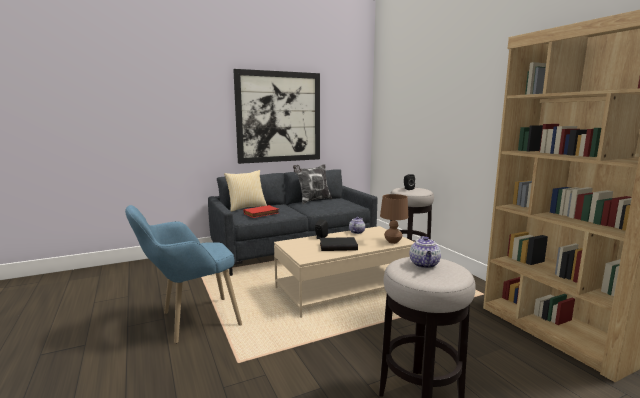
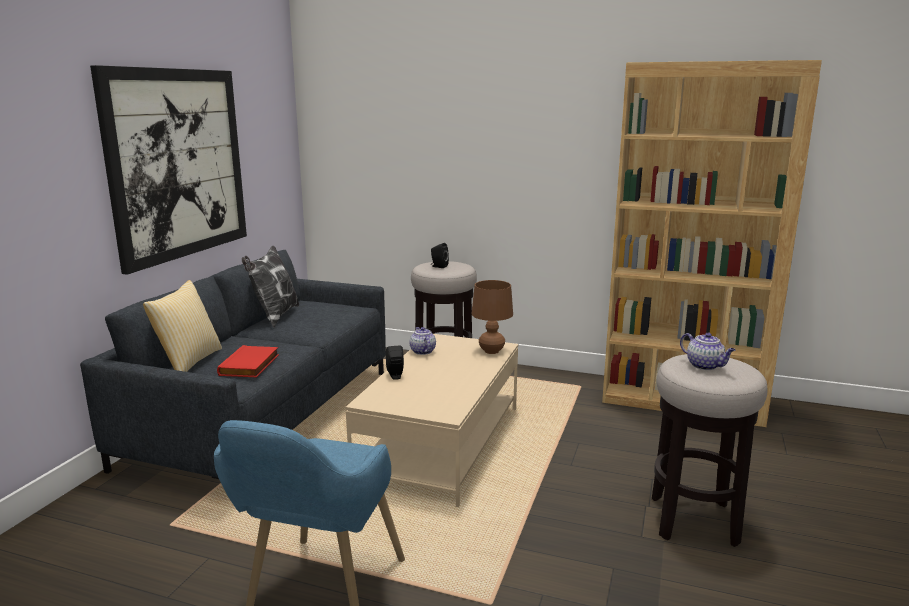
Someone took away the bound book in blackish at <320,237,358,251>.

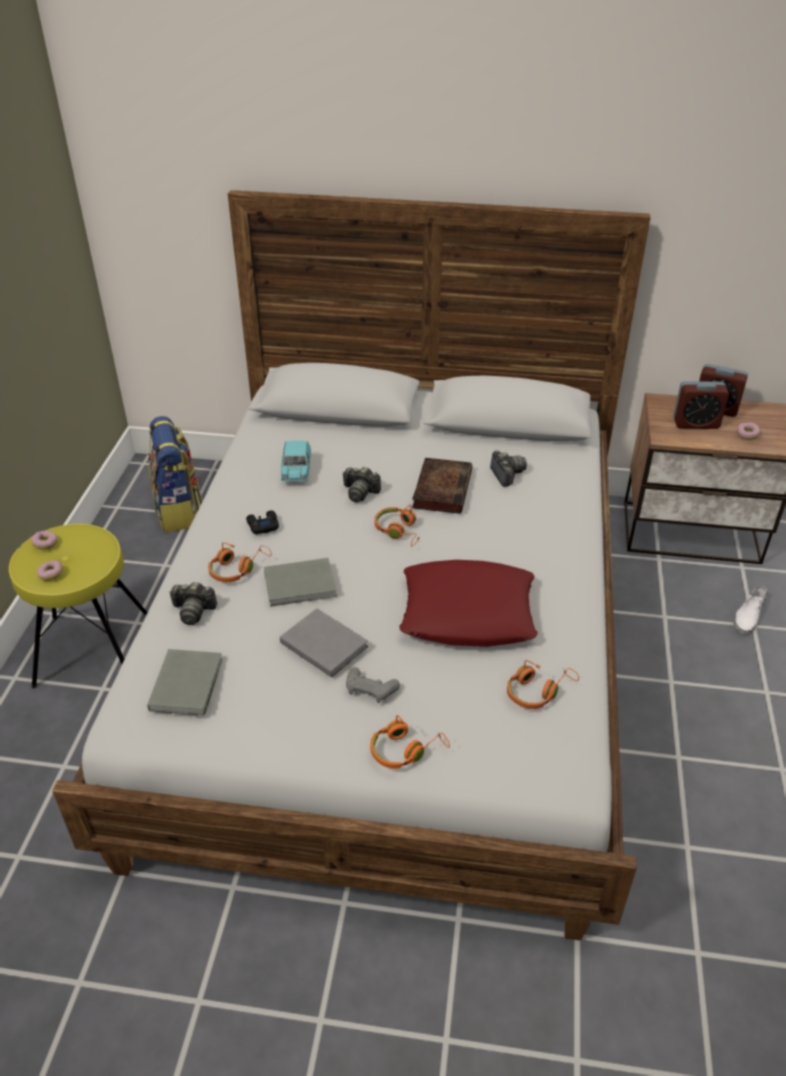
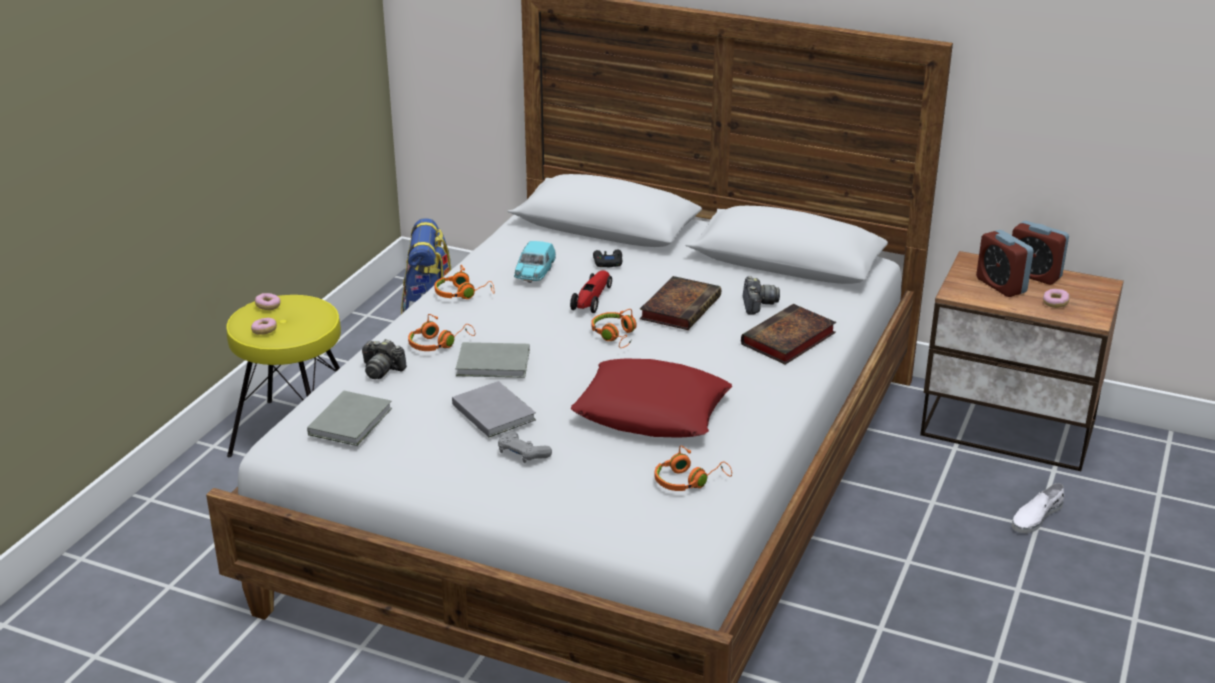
Someone put down the bound book at <741,304,836,365>.
Someone carried the gamepad in blackish from <246,510,279,534> to <593,250,622,267>.
Someone carried the headset in orange-coloured from <370,715,450,768> to <434,265,494,299>.
Someone swapped the photo camera at <343,467,381,502> for the toy car at <570,270,612,313>.
Someone rotated the bedside clock at <673,381,729,429> by 45 degrees clockwise.

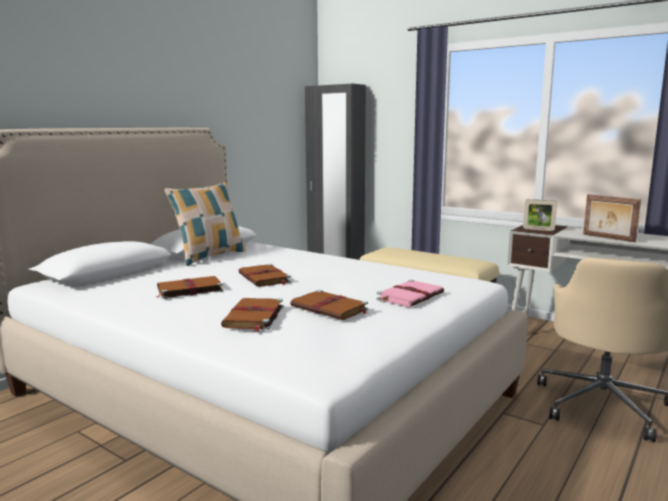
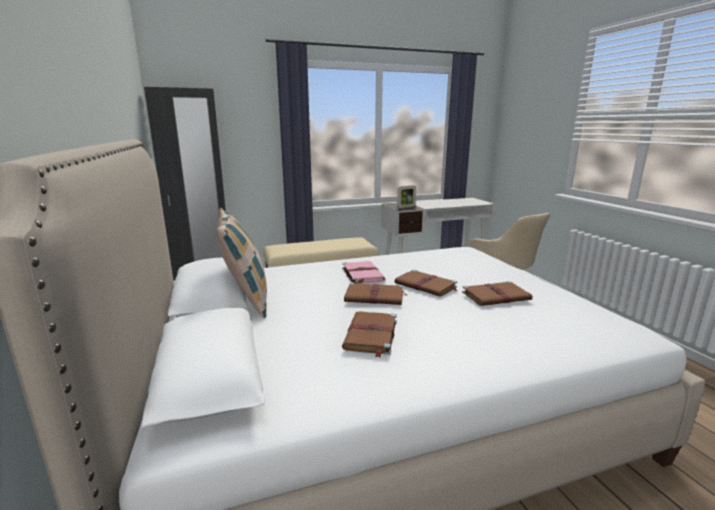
Someone took away the standing frame at <583,194,641,242>.
Someone carried the bound book in brown from <221,298,283,332> to <394,270,457,297>.
Someone carried the bound book in pink-coloured from <376,280,444,307> to <342,261,385,284>.

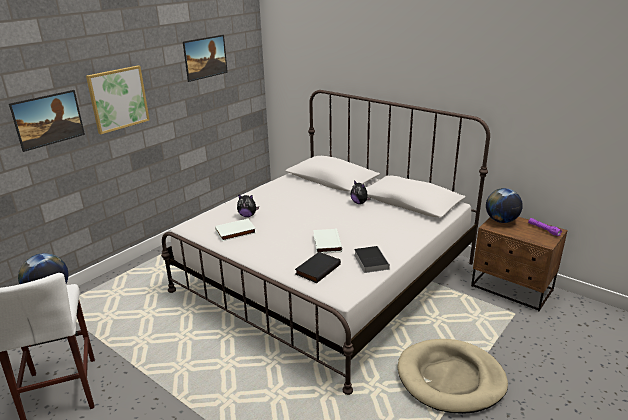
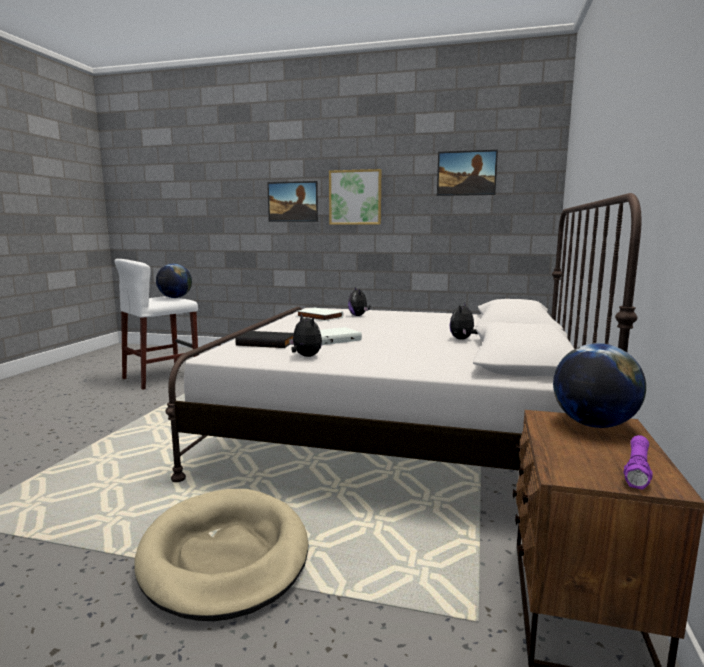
Someone swapped the bound book at <354,246,389,273> for the soft toy at <289,313,322,357>.

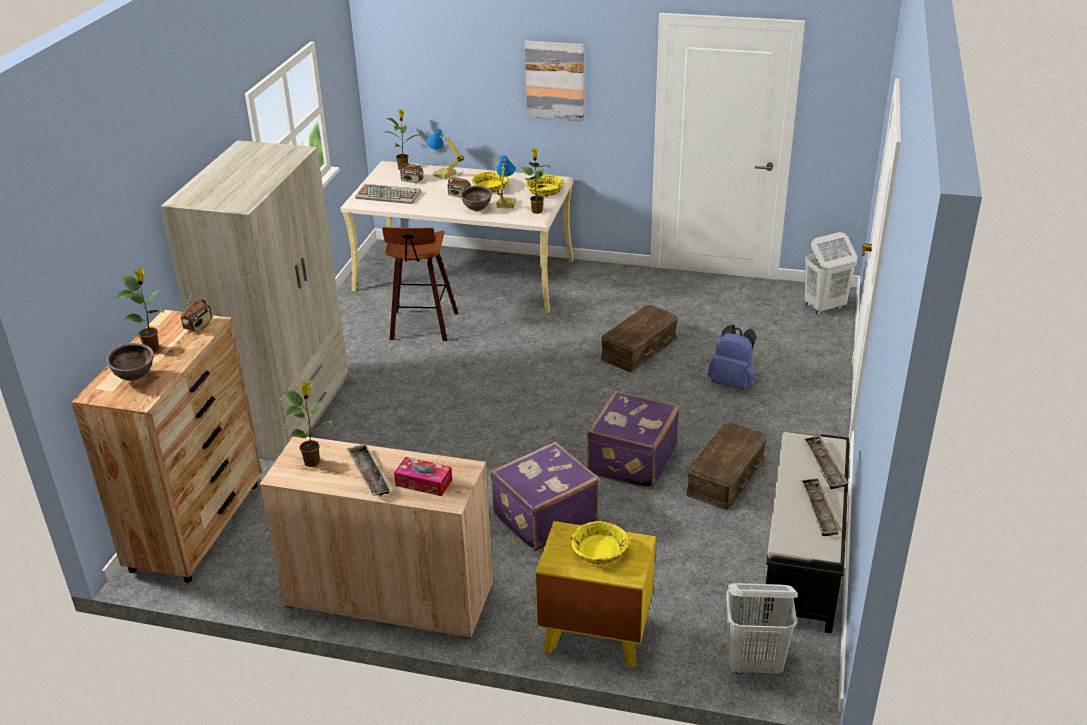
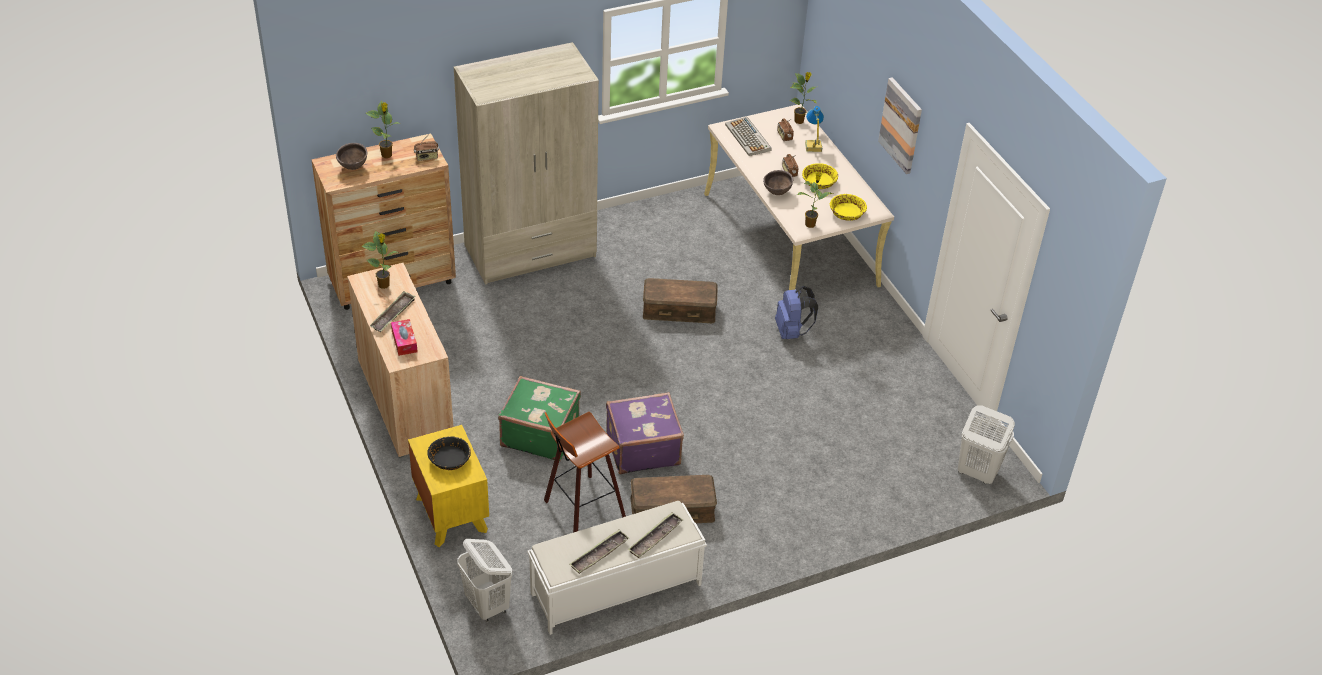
Someone took away the tabletop lamp at <496,155,516,209>.
Someone carried the stool from <382,227,458,341> to <544,412,626,533>.
Someone carried the storage container in brown from <601,305,678,372> to <643,278,718,323>.
Someone carried the knapsack in blue-coloured from <708,325,757,390> to <775,286,818,339>.
Someone repainted the suitcase in purple at <490,441,599,552>, which became the suitcase in green-coloured at <498,376,581,461>.
Someone repainted the bowl in yellow-coloured at <571,521,629,564>, which became the bowl in blackish at <427,436,471,470>.
Someone repainted the indoor bench in blackish at <763,432,850,633>, which became the indoor bench in white at <527,501,707,635>.

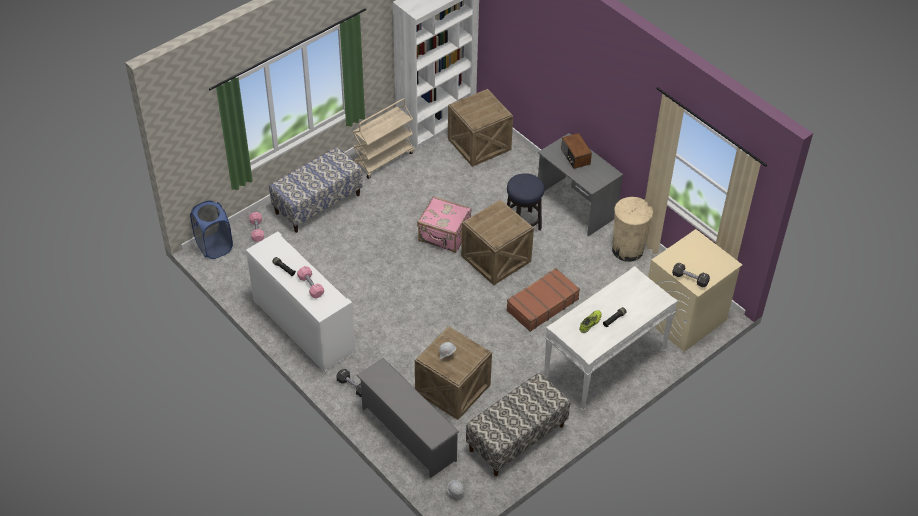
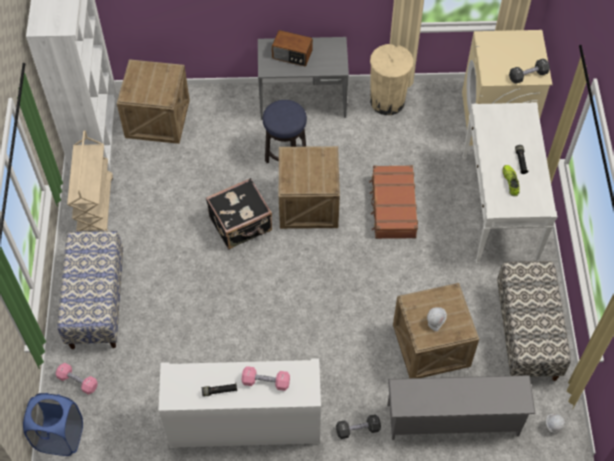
Someone repainted the suitcase in pink-coloured at <417,196,471,253>, which became the suitcase in blackish at <206,178,272,249>.

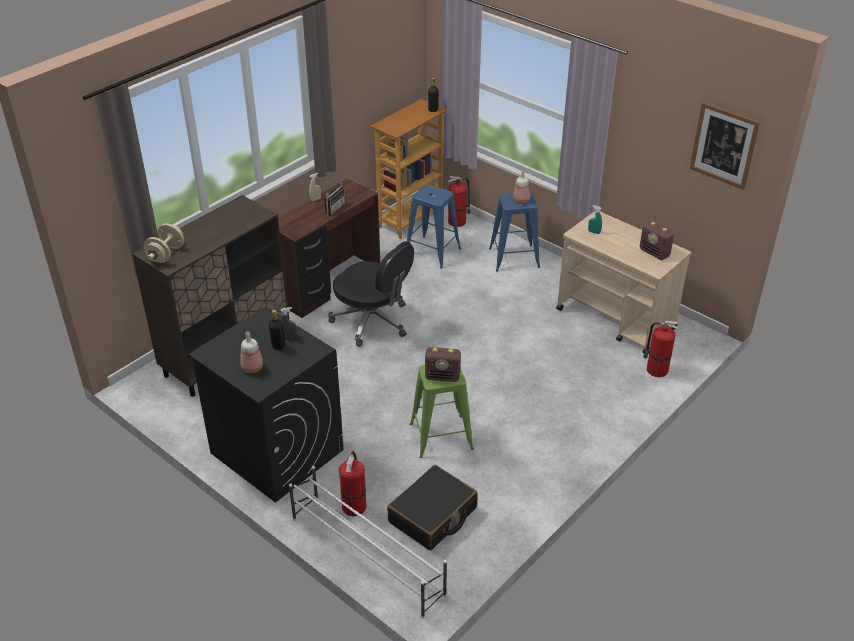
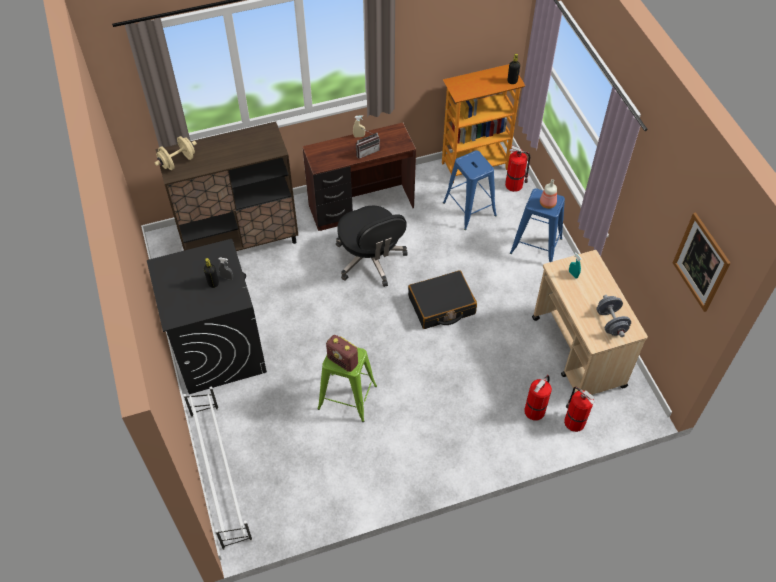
Someone took away the bottle at <240,331,263,373>.
Someone carried the fire-fighting cylinder from <339,451,367,516> to <524,375,552,421>.
Someone carried the suitcase in blackish from <387,465,478,550> to <408,270,477,329>.
Someone swapped the radio at <640,221,674,260> for the free weight in gray at <596,295,631,337>.

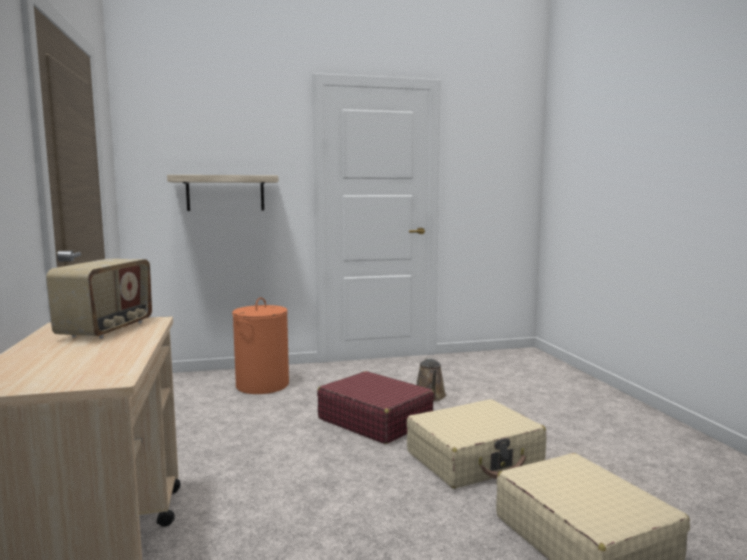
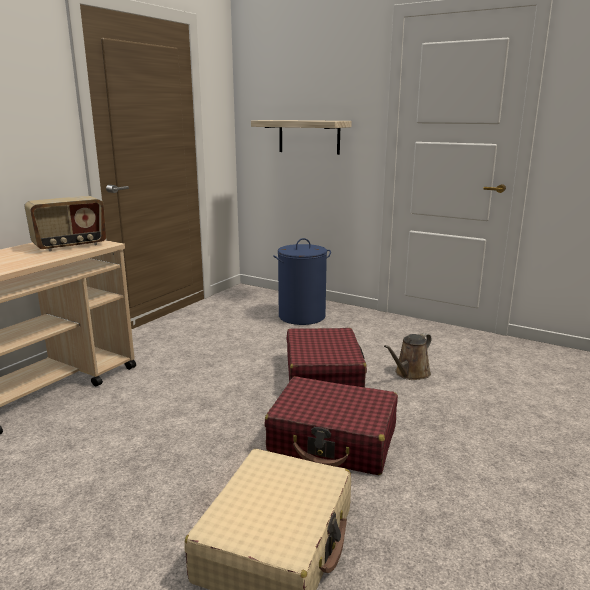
Someone repainted the laundry basket in orange-coloured at <232,297,289,394>, which became the laundry basket in blue-coloured at <273,238,331,325>.
Someone repainted the suitcase in sand-coloured at <406,399,546,489>, which became the suitcase in red-coloured at <264,376,398,475>.

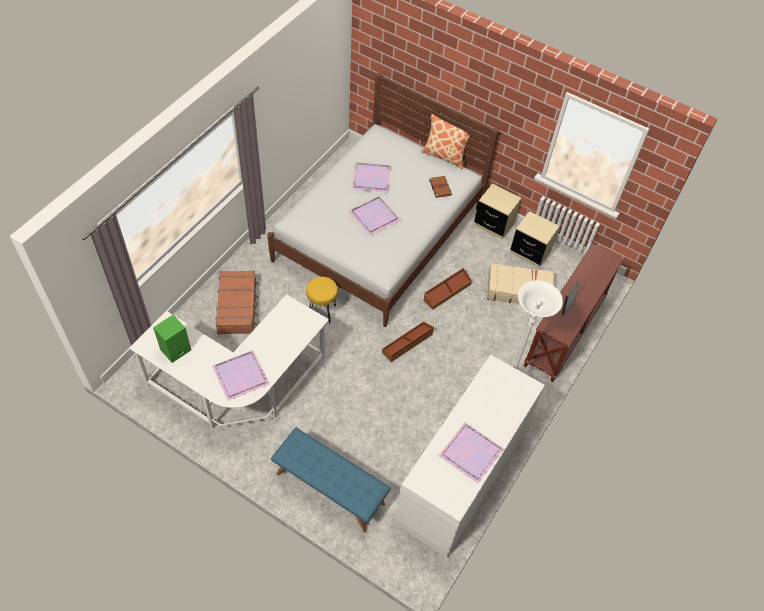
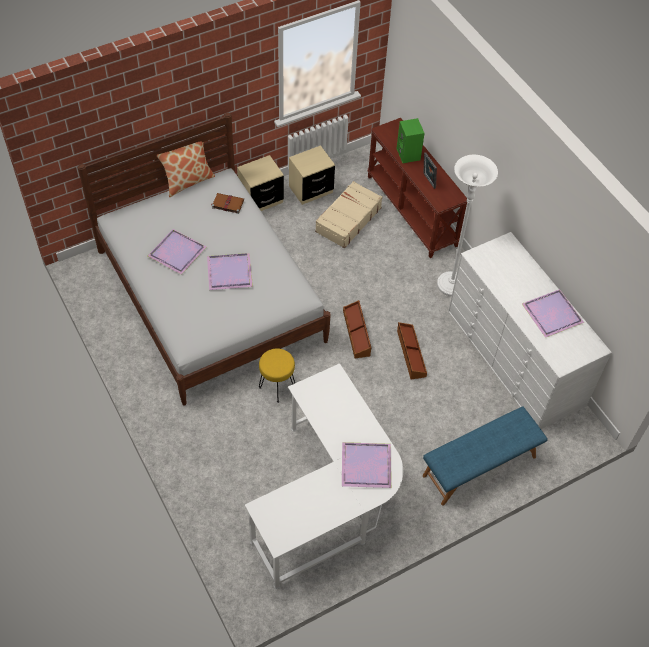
Someone took away the suitcase in brown at <216,271,259,334>.
Someone carried the speaker in green-coloured from <153,315,191,363> to <396,118,425,163>.
Someone carried the storage container in brown from <423,268,472,310> to <397,322,427,379>.

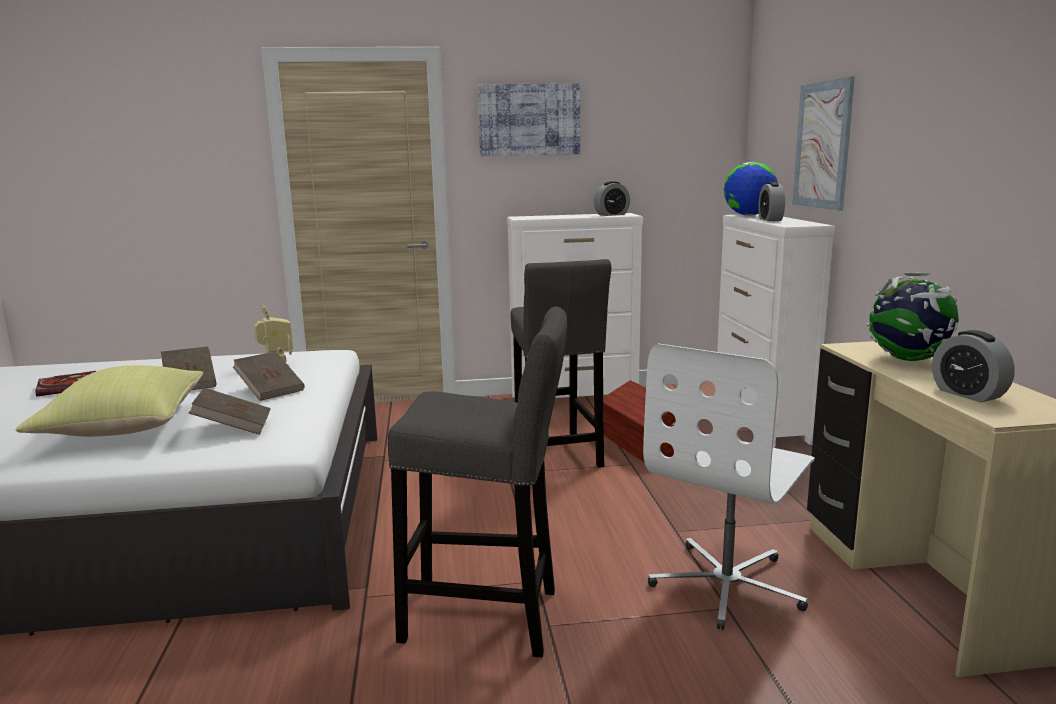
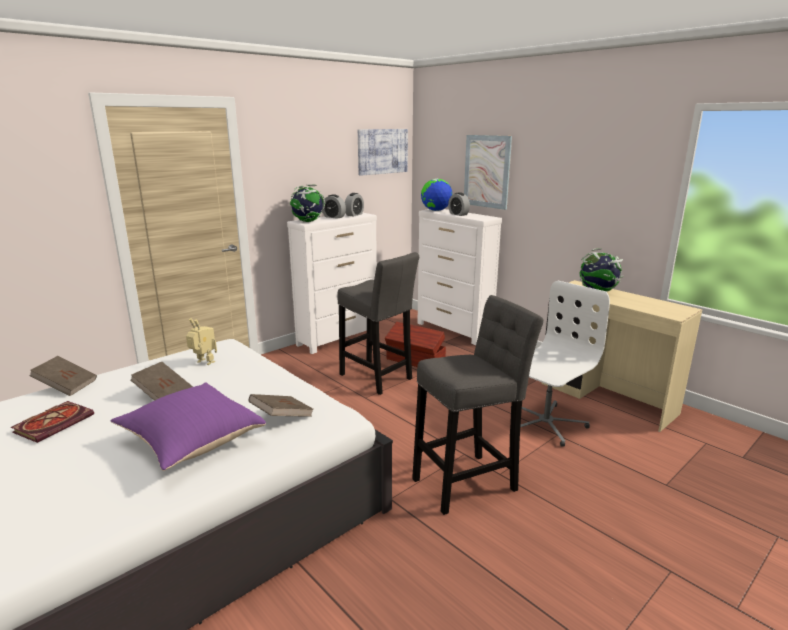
Someone put down the globe at <290,184,325,222>.
Someone carried the bound book in brown from <233,351,305,401> to <29,356,97,396>.
Someone carried the wall picture from <477,83,580,156> to <358,129,408,176>.
Someone carried the bedside clock from <932,330,1015,402> to <322,194,346,219>.
Someone repainted the pillow in yellow-coloured at <16,365,203,437>, which became the pillow in purple at <111,382,266,471>.
Someone rotated the computer chair in white at <643,343,815,630> by 135 degrees counterclockwise.

